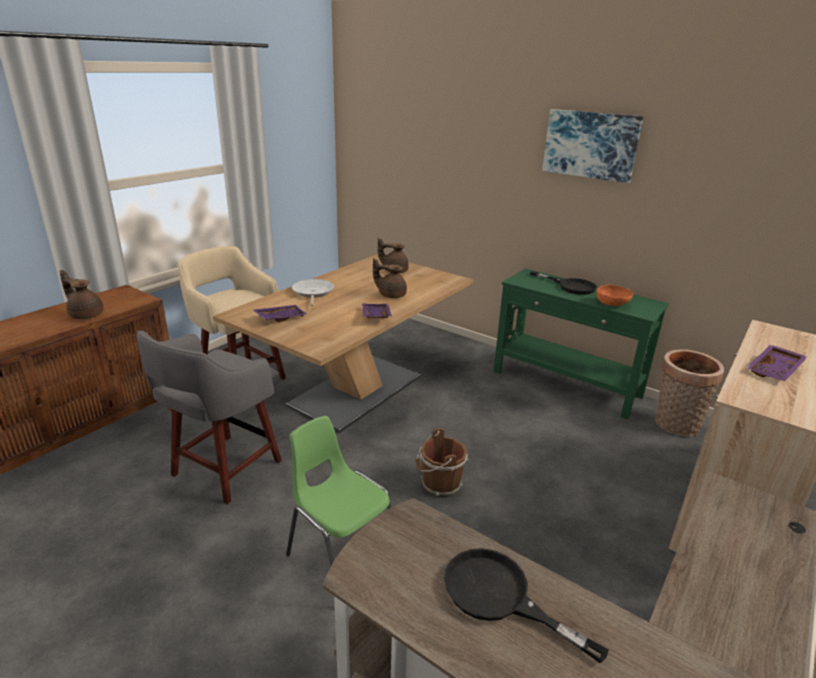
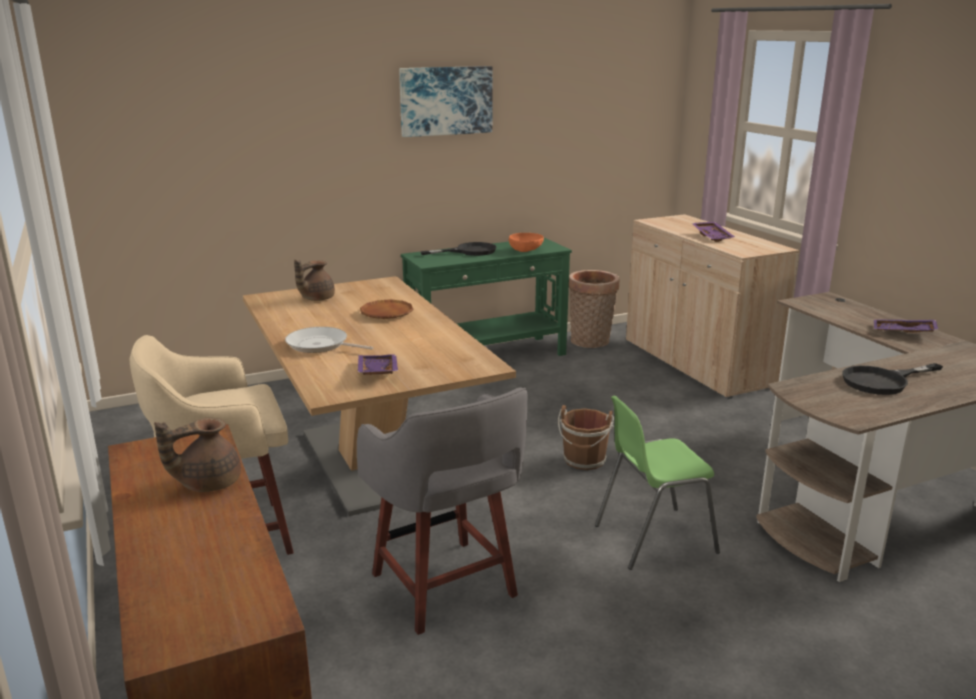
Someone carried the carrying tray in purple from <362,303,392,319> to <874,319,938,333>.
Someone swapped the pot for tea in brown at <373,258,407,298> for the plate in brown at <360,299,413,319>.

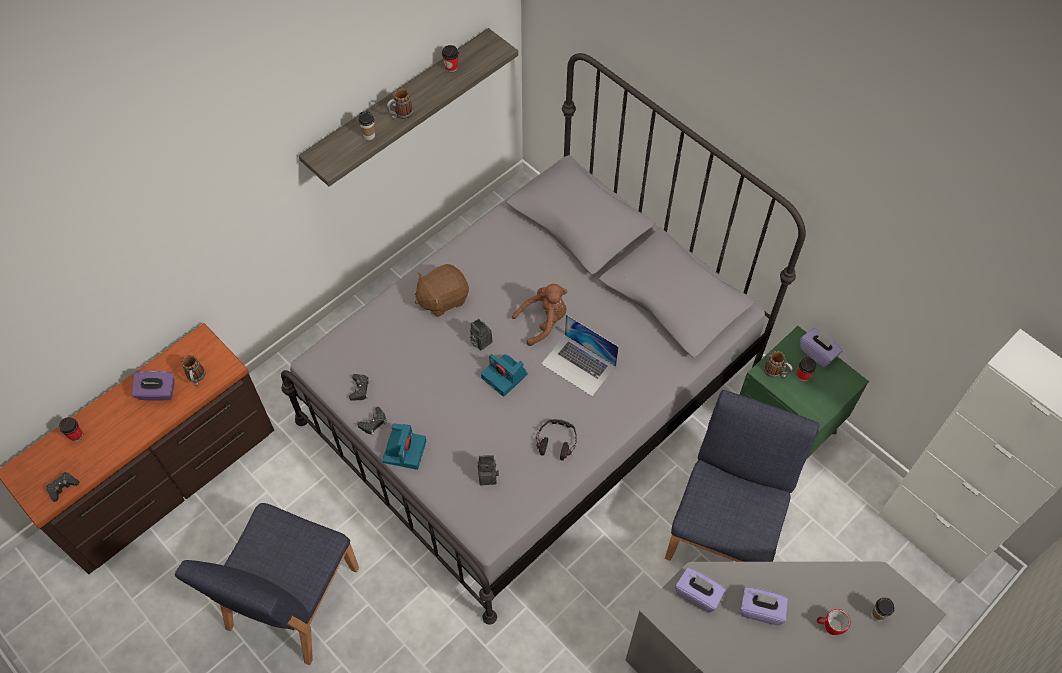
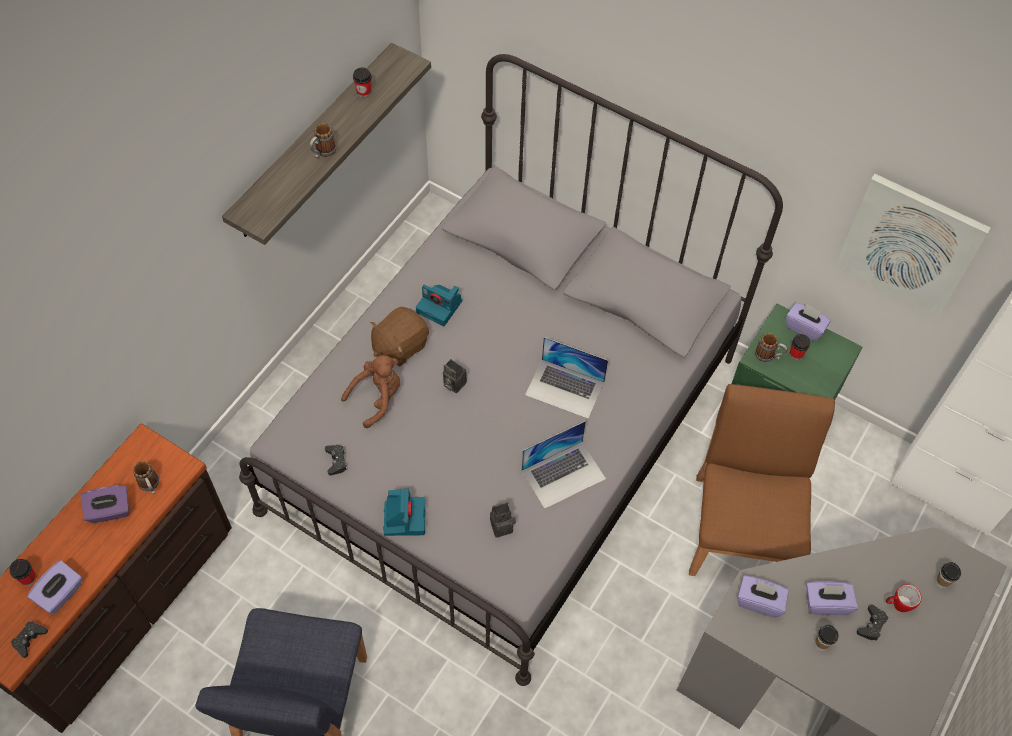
Someone put down the tissue box in purple at <27,560,82,613>.
Someone put up the wall picture at <835,174,991,317>.
Someone carried the gamepad in blackish from <357,407,387,435> to <856,604,888,641>.
Someone carried the small cup from <358,111,375,140> to <814,625,839,651>.
Someone carried the photo camera from <481,354,528,397> to <416,285,463,326>.
Someone carried the soft toy in brown from <512,284,567,346> to <341,355,400,428>.
Someone swapped the headset at <536,419,577,460> for the laptop at <521,421,606,509>.
Someone repainted the chair in blue-coloured at <665,390,819,562>, which became the chair in brown at <689,384,835,576>.

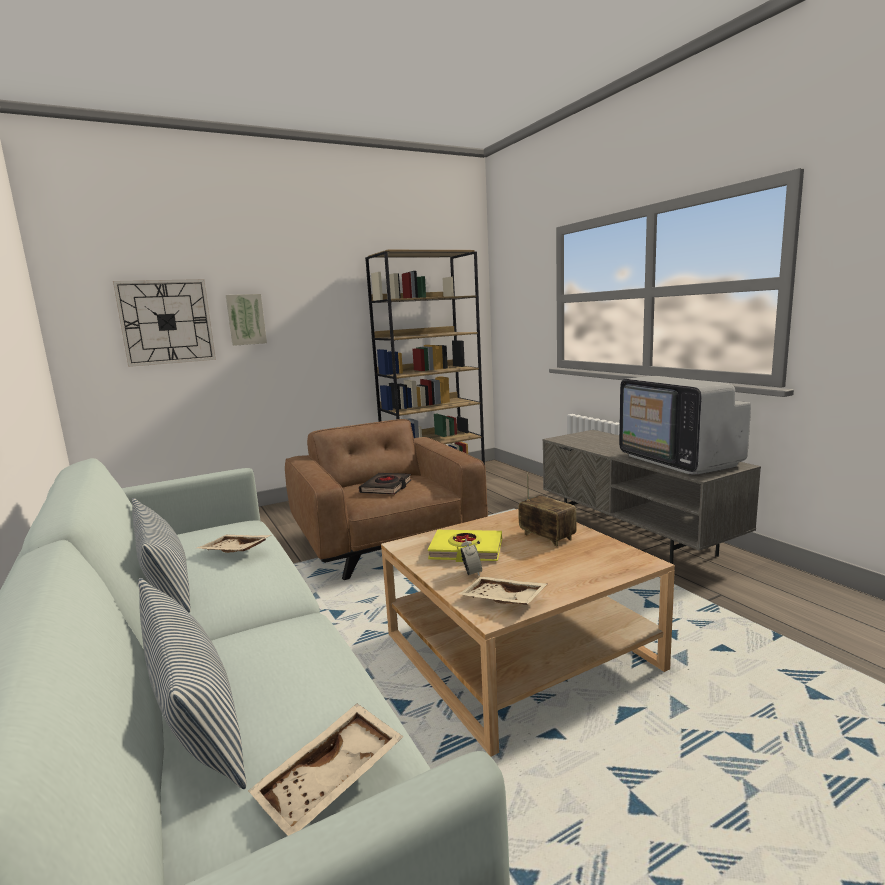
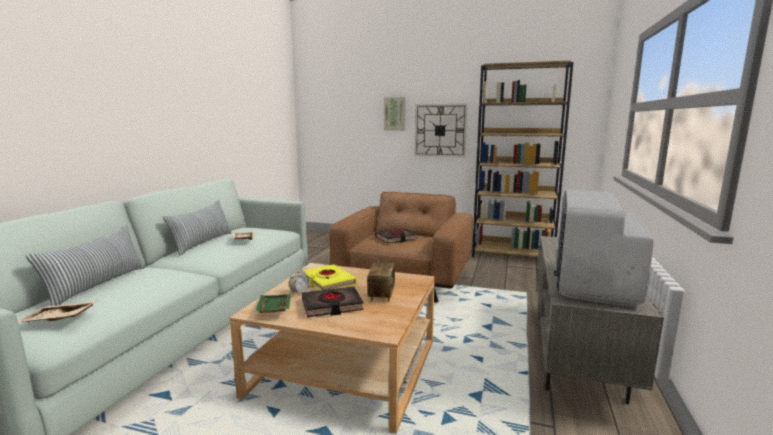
Someone put down the bound book in blackish at <302,287,364,317>.
Someone carried the wall clock from <113,279,216,367> to <414,104,467,157>.
Someone repainted the carrying tray in sand-coloured at <459,577,547,605>, which became the carrying tray in green-coloured at <255,294,291,313>.

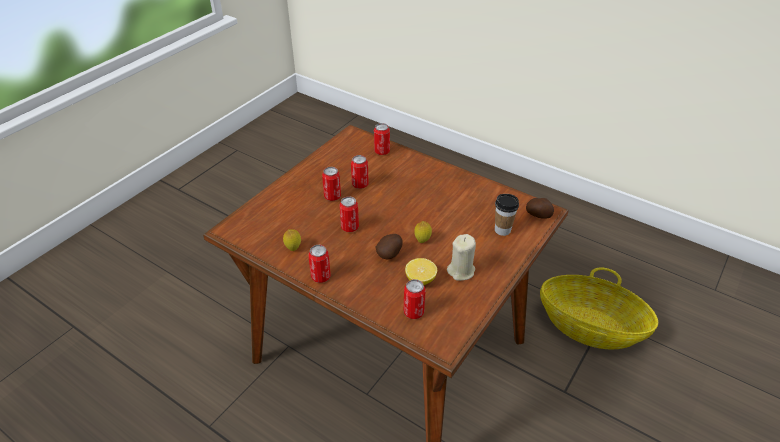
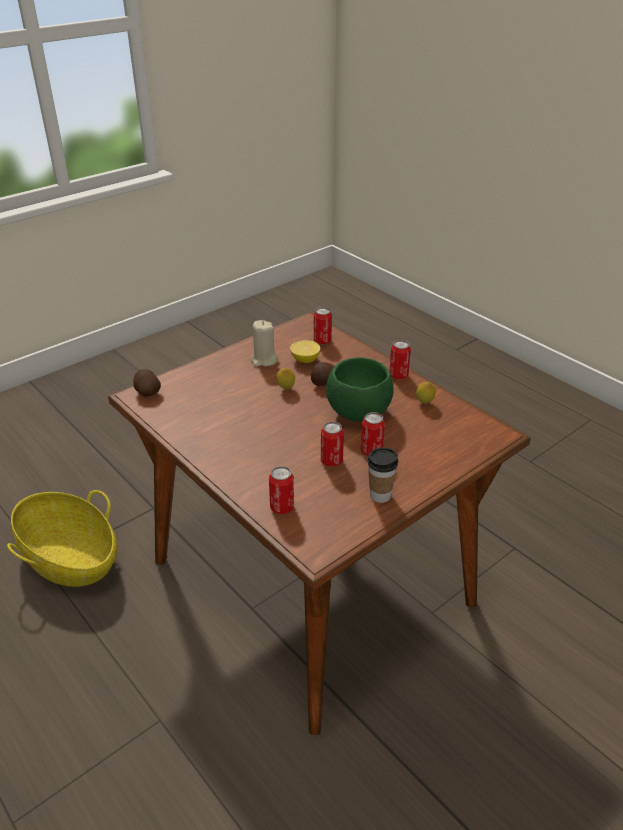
Someone carried the small cup from <495,194,519,236> to <367,447,399,503>.
Someone swapped the metal can at <339,196,359,232> for the bowl in green-coloured at <326,357,394,422>.

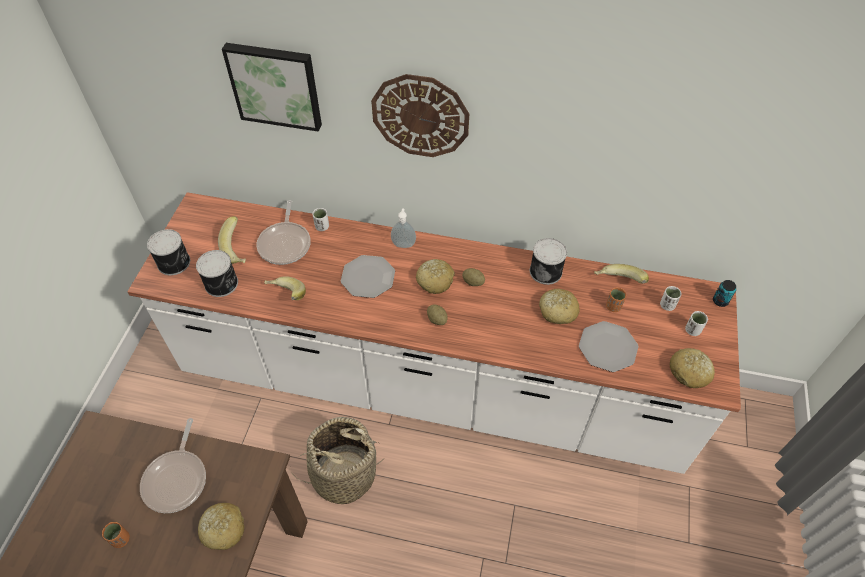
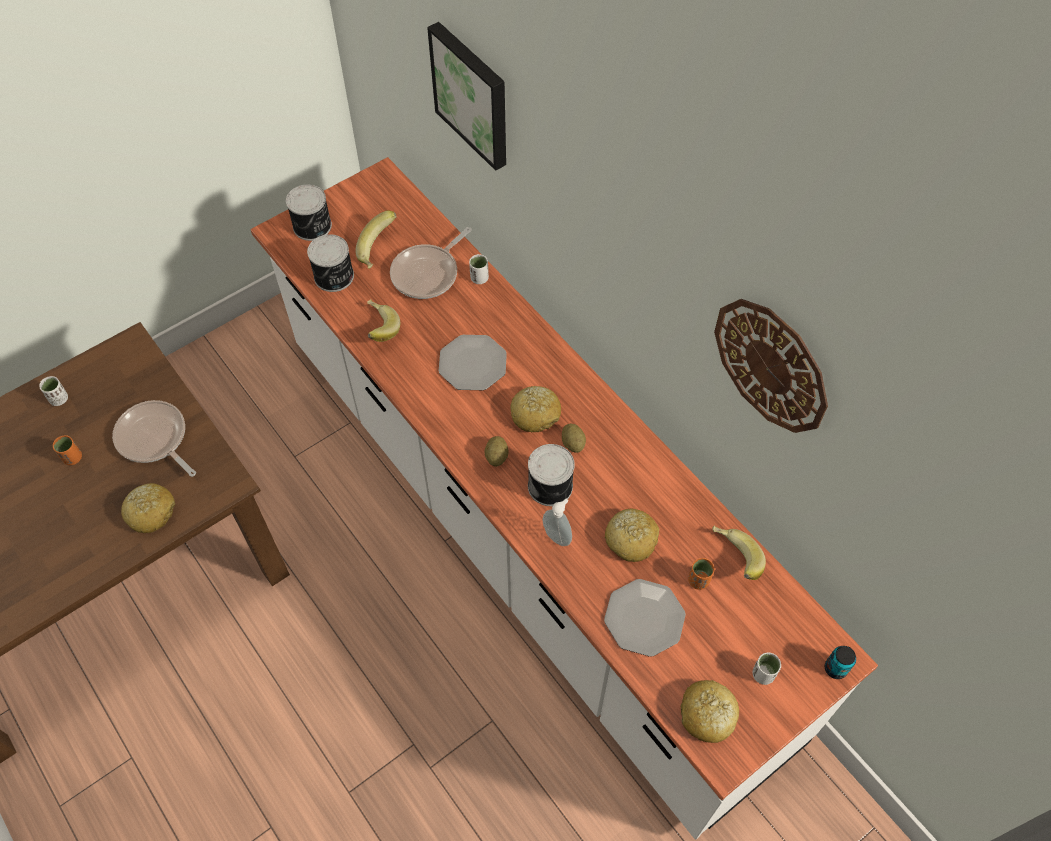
Someone took away the basket at <290,417,382,504>.
Someone carried the wall clock from <371,74,469,157> to <714,299,828,433>.
Someone carried the soap bottle from <391,208,416,248> to <543,499,572,546>.
Someone carried the metal can from <530,238,567,285> to <528,444,575,506>.
Someone carried the small cup in white from <660,286,681,311> to <39,376,68,406>.
Someone rotated the skillet at <140,418,206,513> by 90 degrees clockwise.

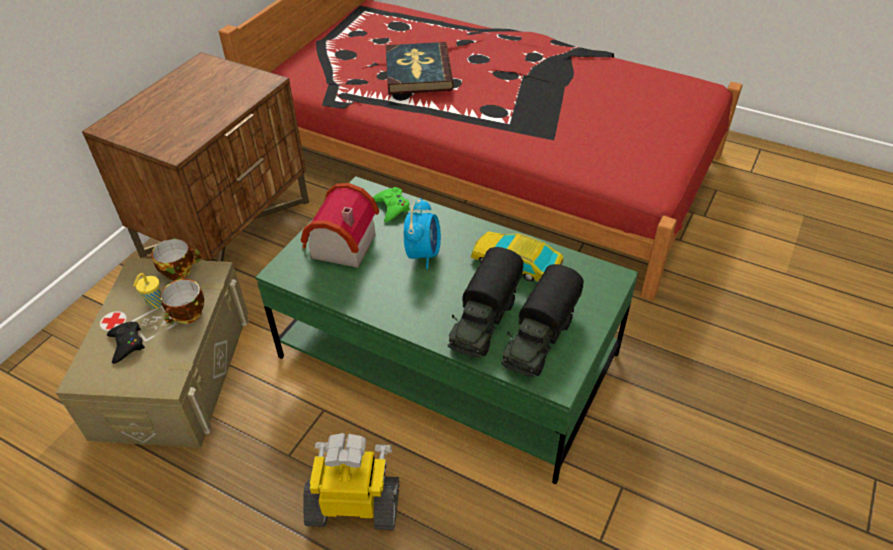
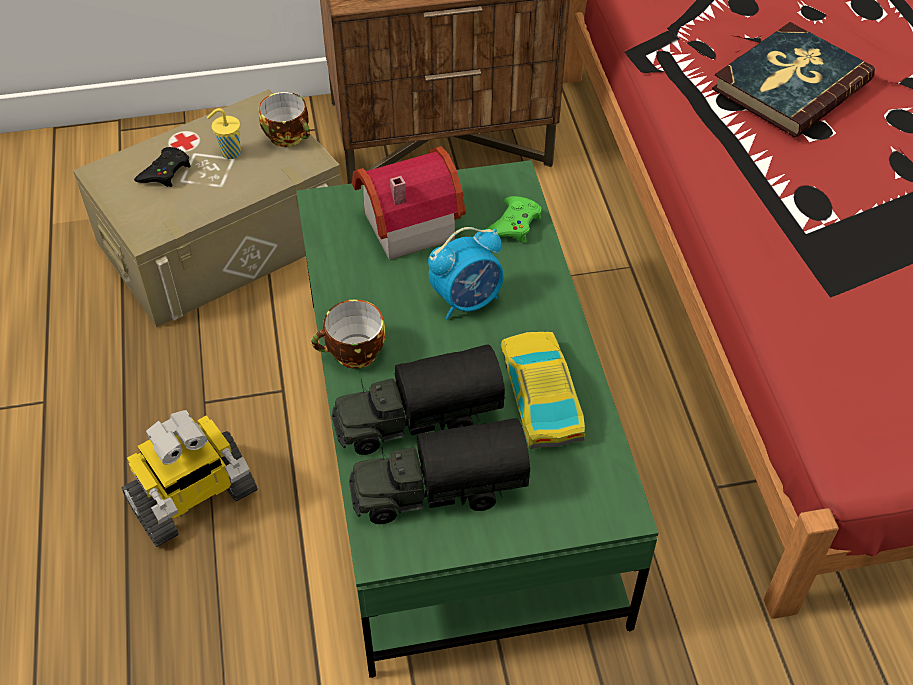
Someone carried the small cup from <160,279,204,324> to <311,299,386,369>.
Someone rotated the model robot at <303,433,399,530> by 90 degrees clockwise.

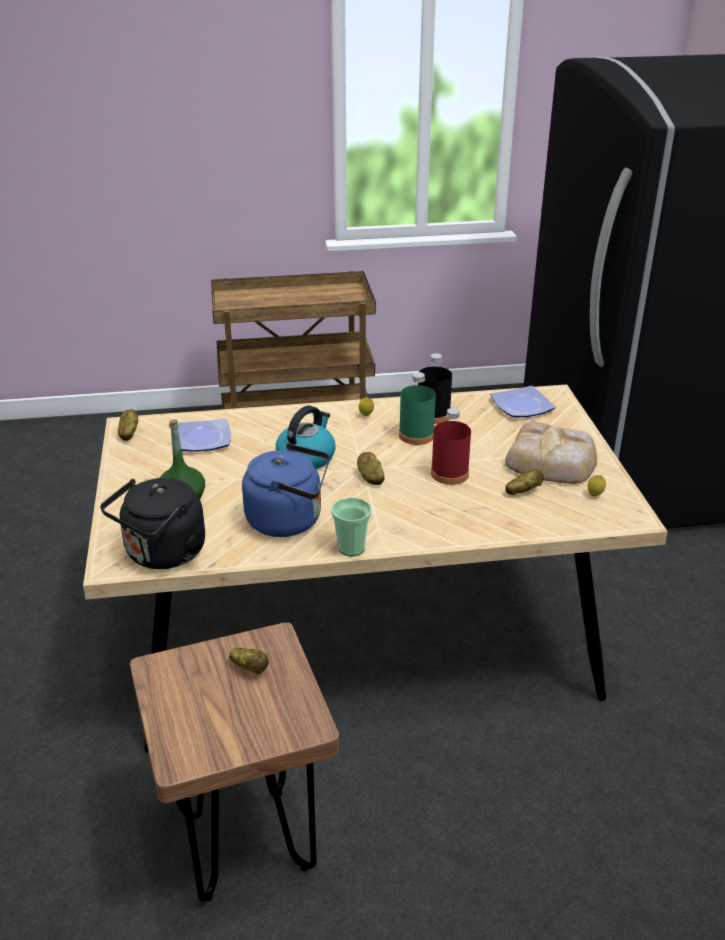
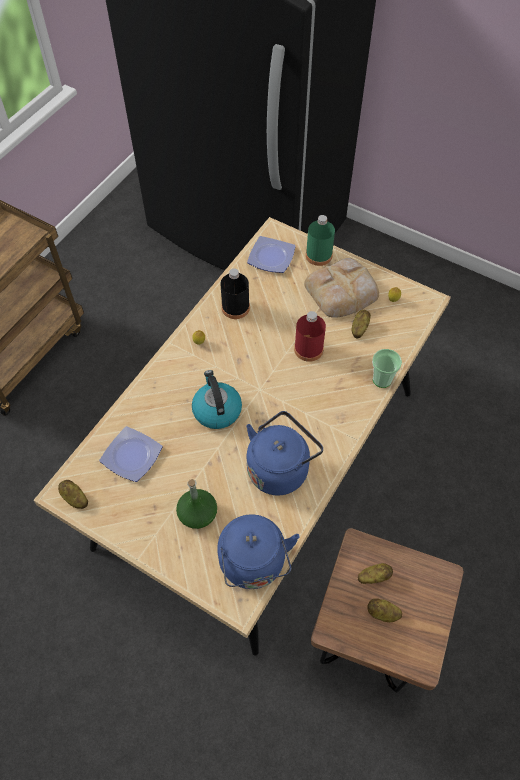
Someone carried the small cup from <331,497,372,556> to <372,349,402,388>.
Someone carried the potato from <357,452,385,485> to <367,598,402,622>.
Someone carried the bottle in green-coloured from <399,372,436,445> to <306,215,335,266>.
Someone repainted the water kettle in blackish at <100,478,205,569>, which became the water kettle in blue-coloured at <217,514,300,589>.

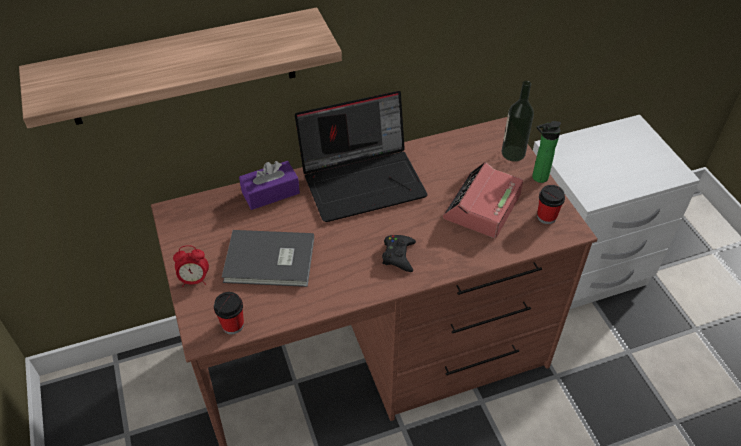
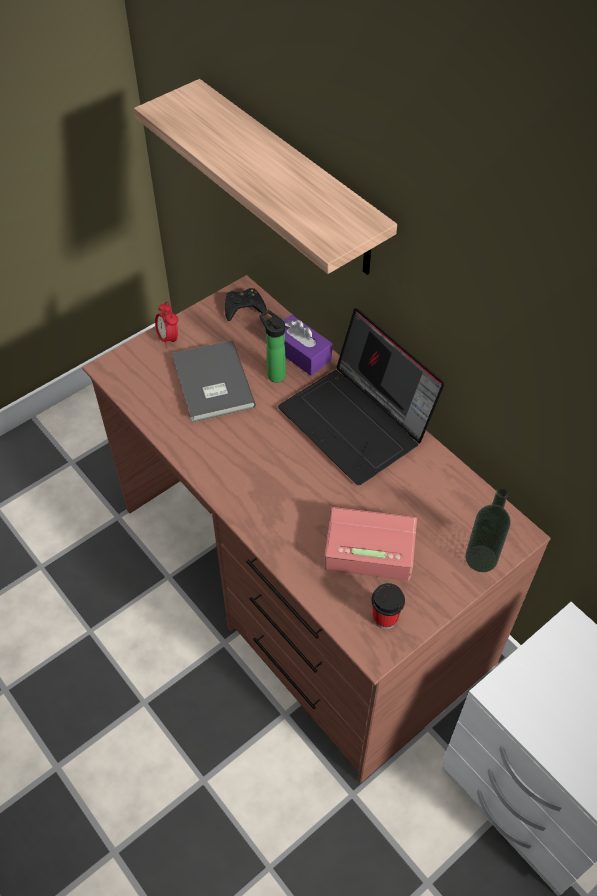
Someone took away the small cup at <214,292,244,334>.
Someone carried the gamepad in blackish from <382,235,416,272> to <225,288,267,321>.
Someone carried the bottle from <532,121,561,183> to <259,310,286,383>.

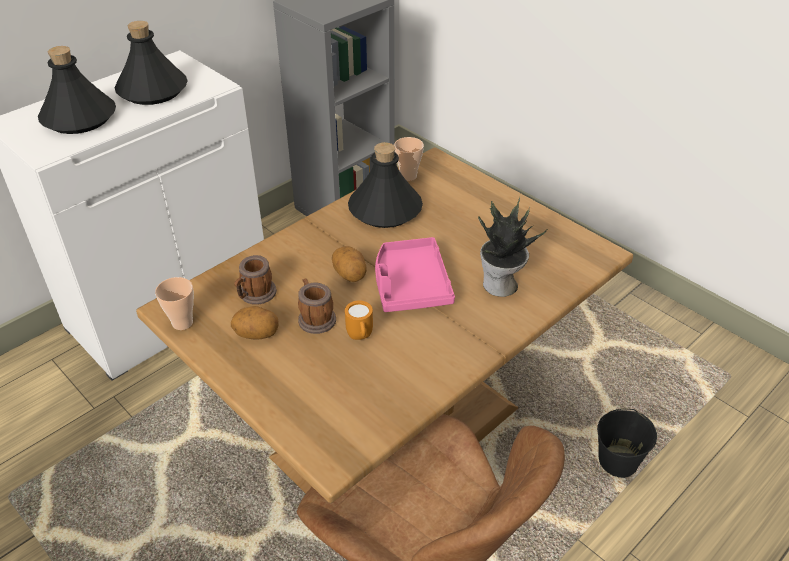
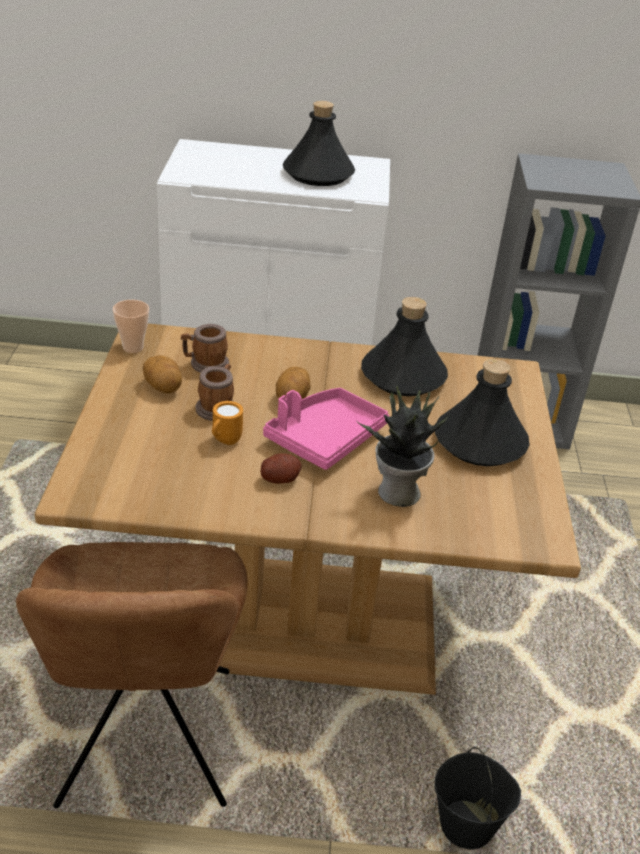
Someone took away the small cup at <394,137,424,181>.
Someone put down the potato at <261,453,302,484>.
Someone carried the bottle in blackish from <38,46,116,134> to <435,359,530,466>.

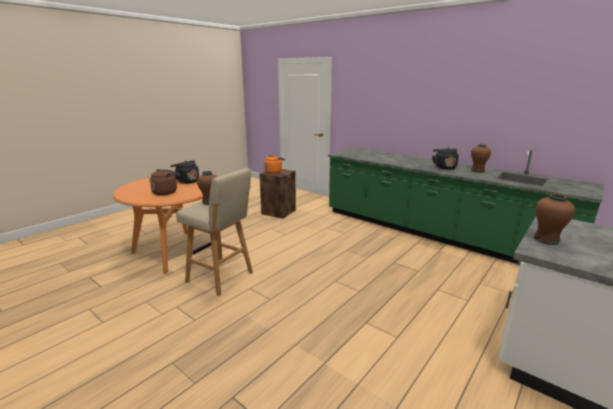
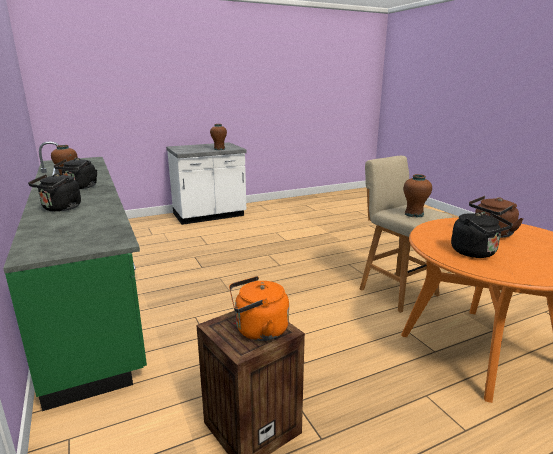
Someone put down the water kettle in blackish at <28,173,81,212>.

